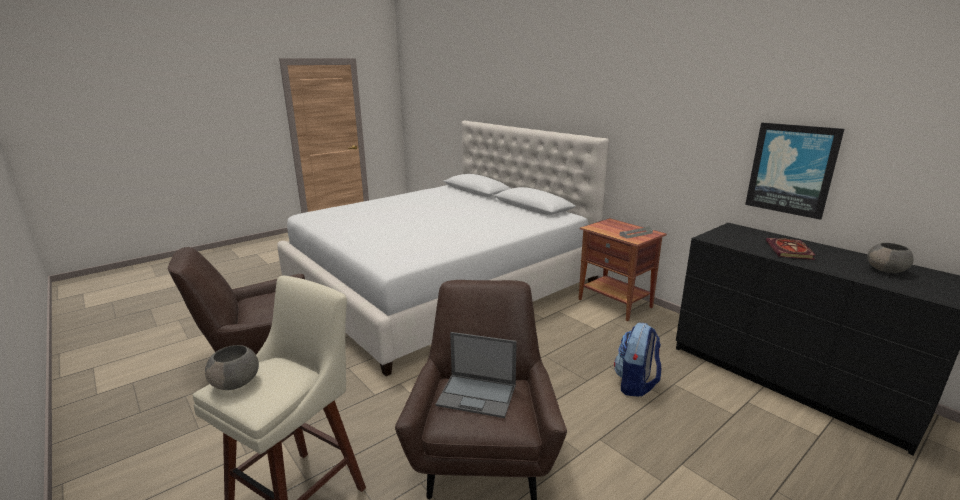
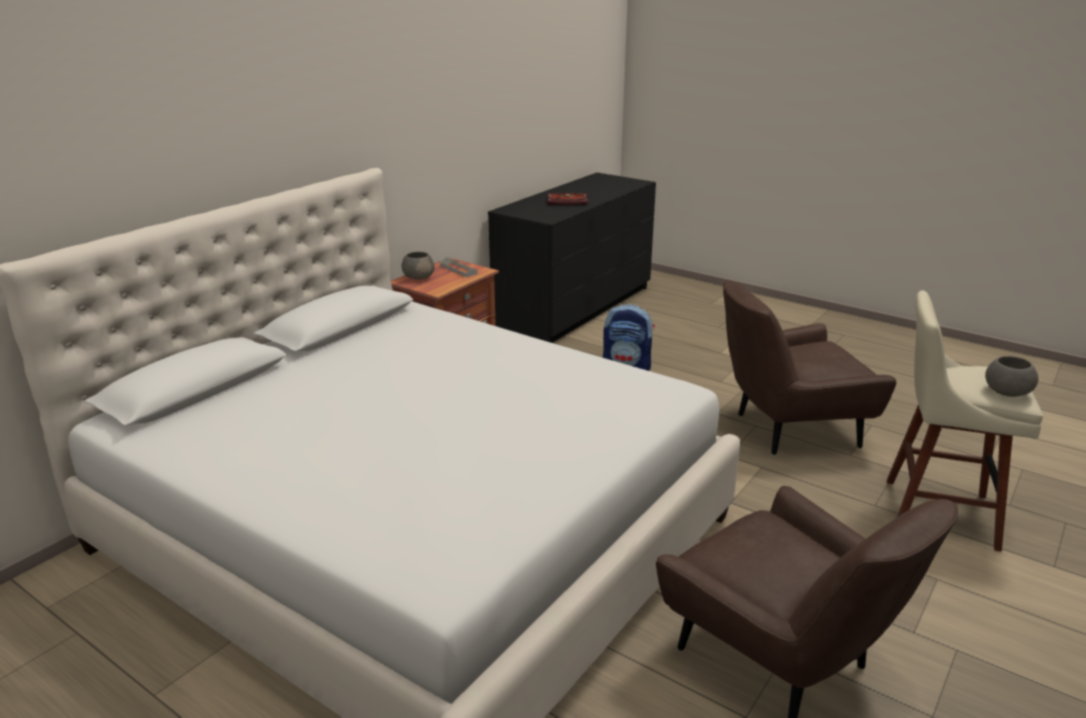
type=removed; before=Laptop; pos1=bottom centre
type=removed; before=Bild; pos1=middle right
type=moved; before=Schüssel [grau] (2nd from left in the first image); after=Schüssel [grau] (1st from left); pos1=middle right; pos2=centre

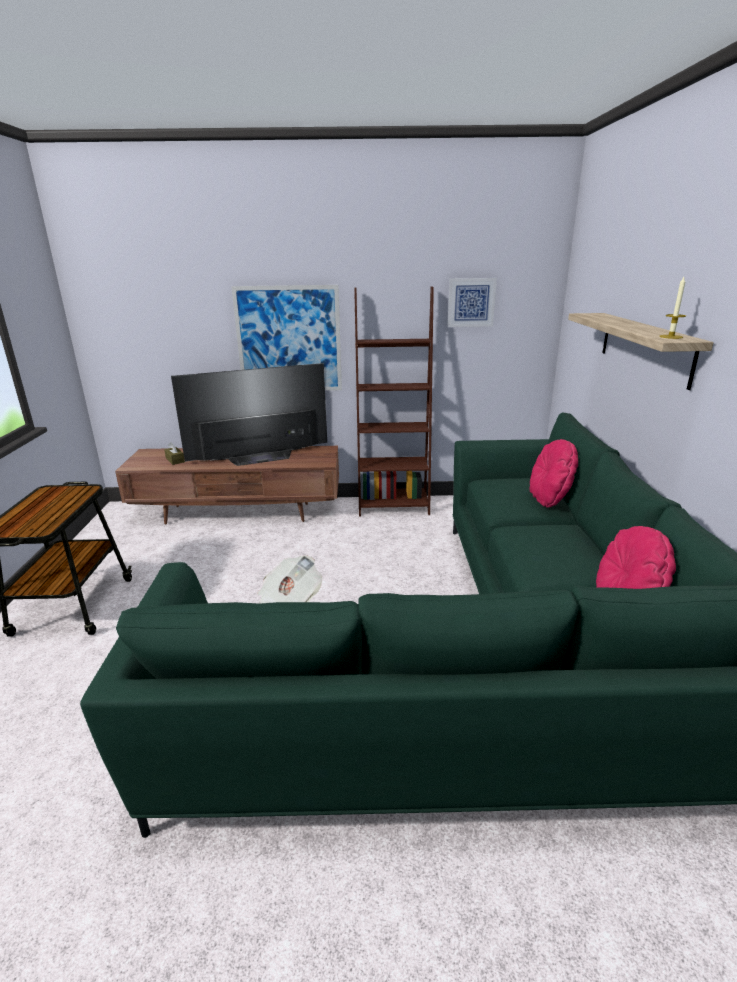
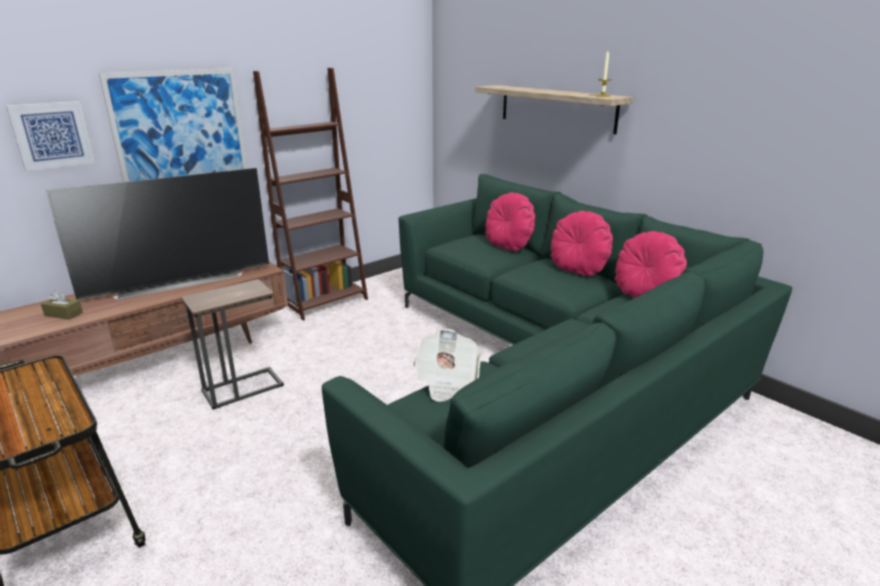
type=turned; before=Fernseher; pos1=centre; pos2=middle left; turn=-150
type=moved; before=Bild (2nd from left in the first image); after=Bild (1st from left); pos1=top centre; pos2=top left
type=added; after=Beistelltisch [braun]; pos2=middle left
type=added; after=Kissen [rosa] (2nd from left); pos2=centre

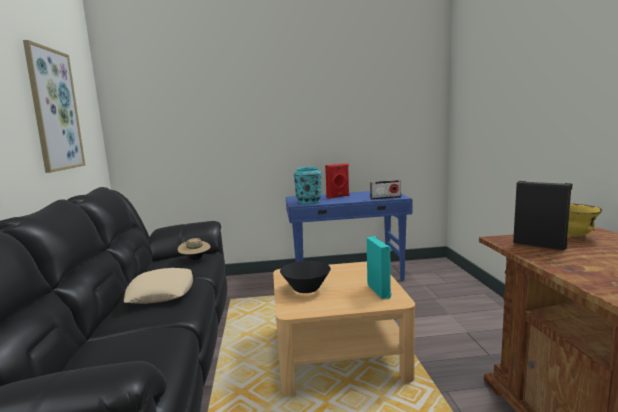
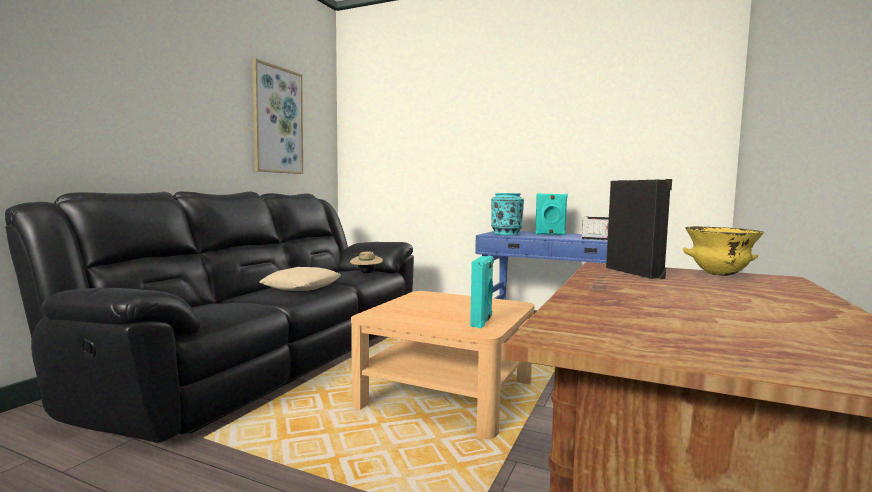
type=removed; before=Schüssel [schwarz]; pos1=bottom centre
type=recoloured; before=Lautsprecher [rot]; after=Lautsprecher [türkis] (2nd from left); pos1=centre; pos2=centre

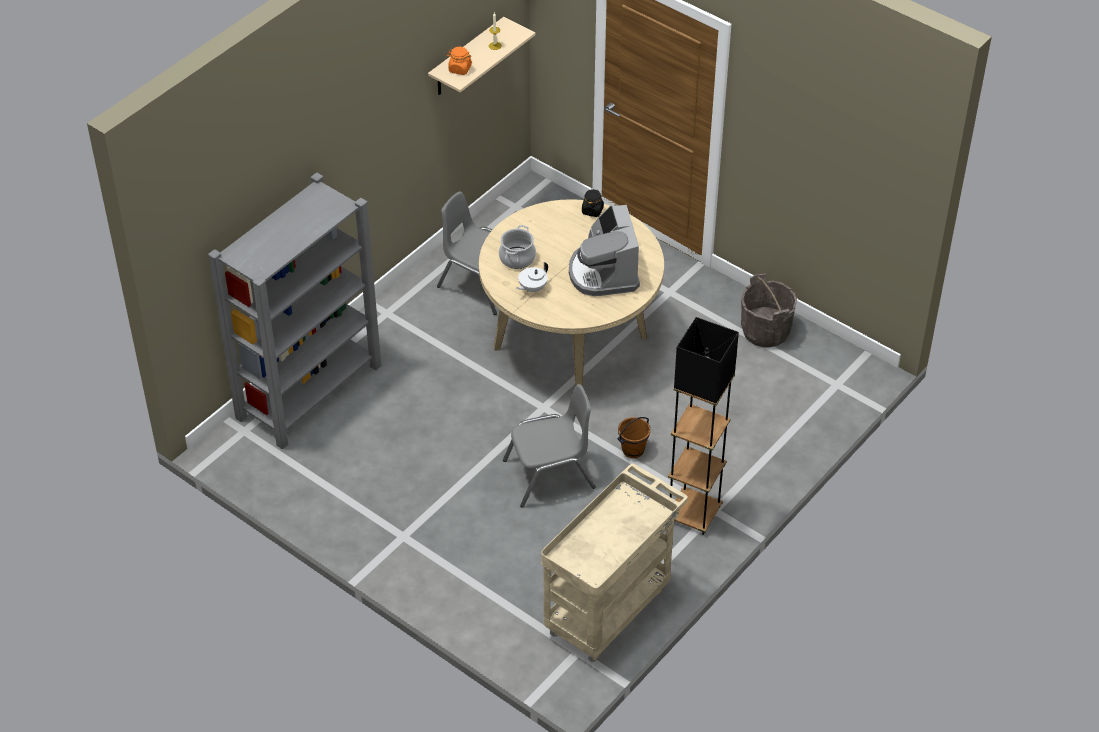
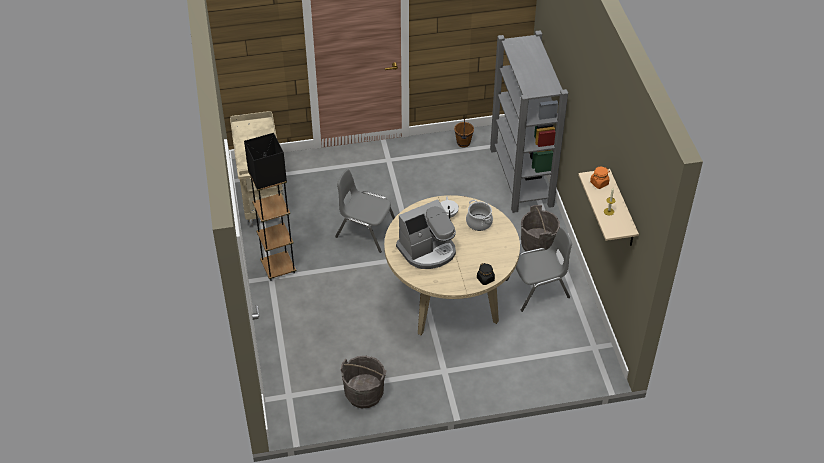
type=turned; before=Stuhl [grau] (2nd from left in the first image); pos1=centre; pos2=centre; turn=90
type=turned; before=Kaffeemaschine; pos1=centre; pos2=centre; turn=120
type=moved; before=Eimer [braun]; pos1=centre; pos2=top centre
type=added; after=Eimer [grau] (2nd from left); pos2=centre

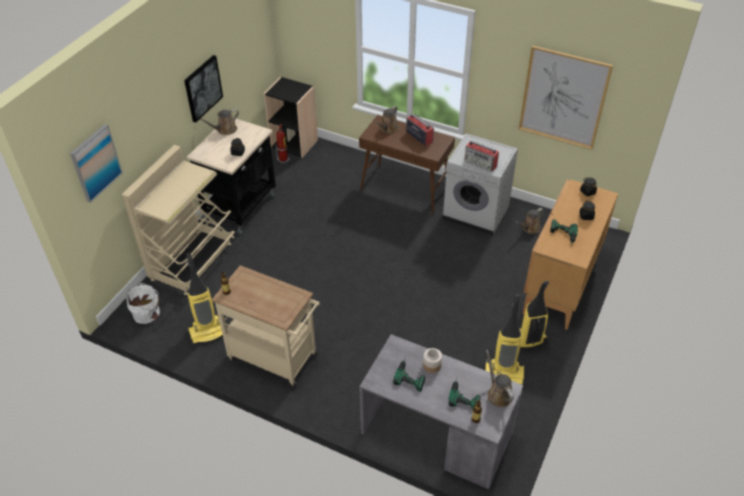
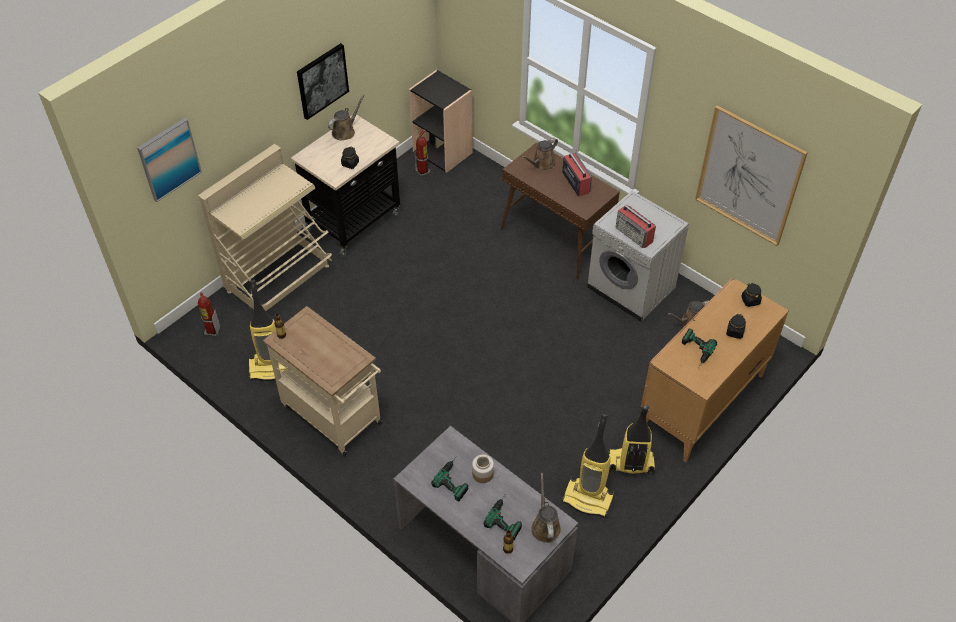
type=replaced; before=Eimer [weiß]; after=Feuerlöscher (1st from left); pos1=middle left; pos2=middle left
type=turned; before=Gießkanne [braun] (1st from left); pos1=top left; pos2=top centre; turn=150

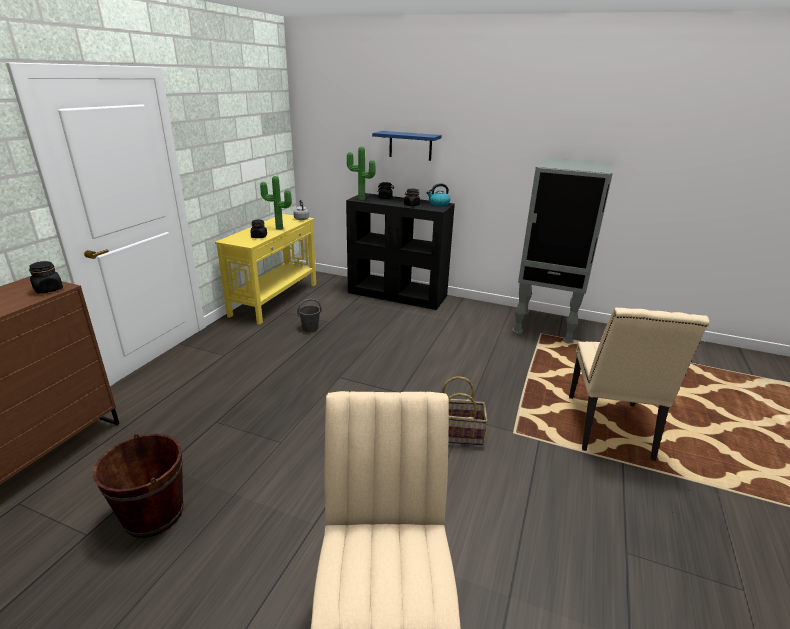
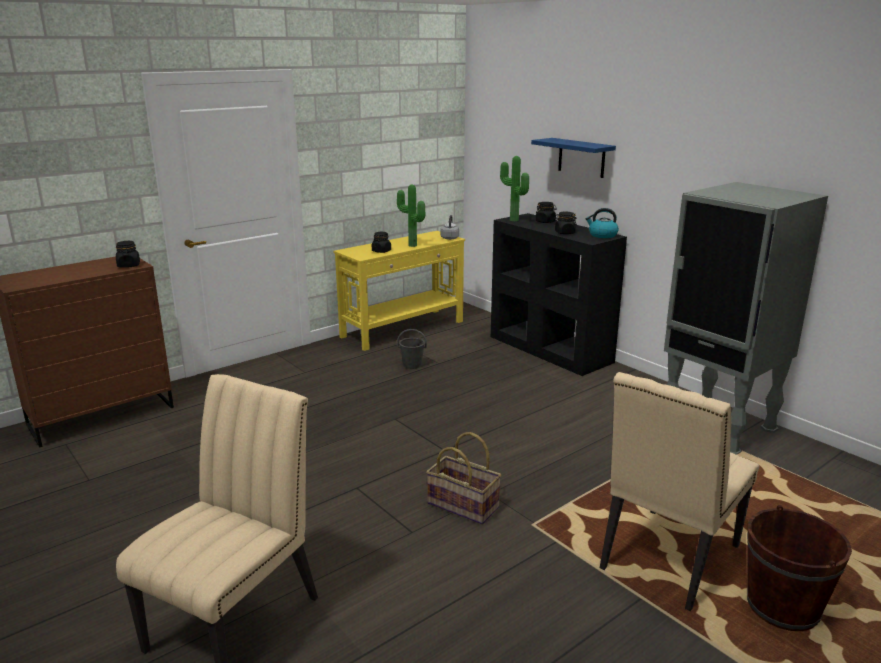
type=moved; before=Eimer [braun]; pos1=bottom left; pos2=bottom right

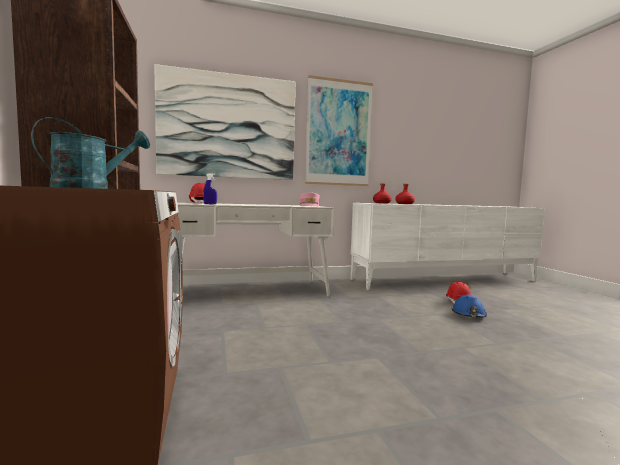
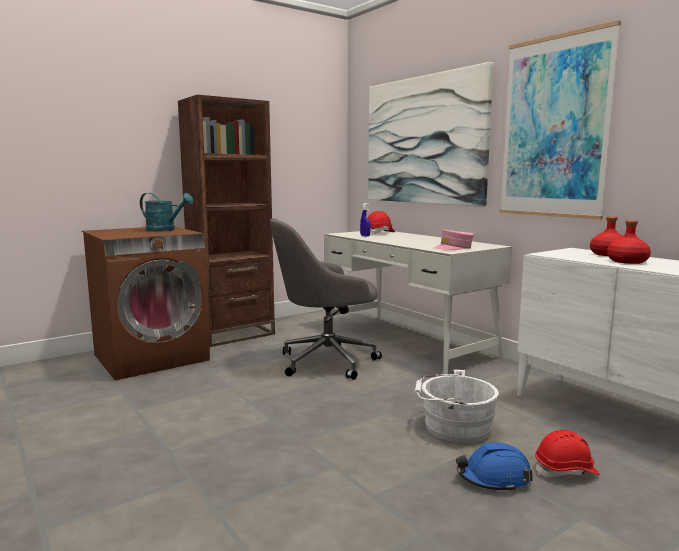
type=added; after=Bürostuhl [grau]; pos2=centre
type=added; after=Eimer [weiß]; pos2=bottom right

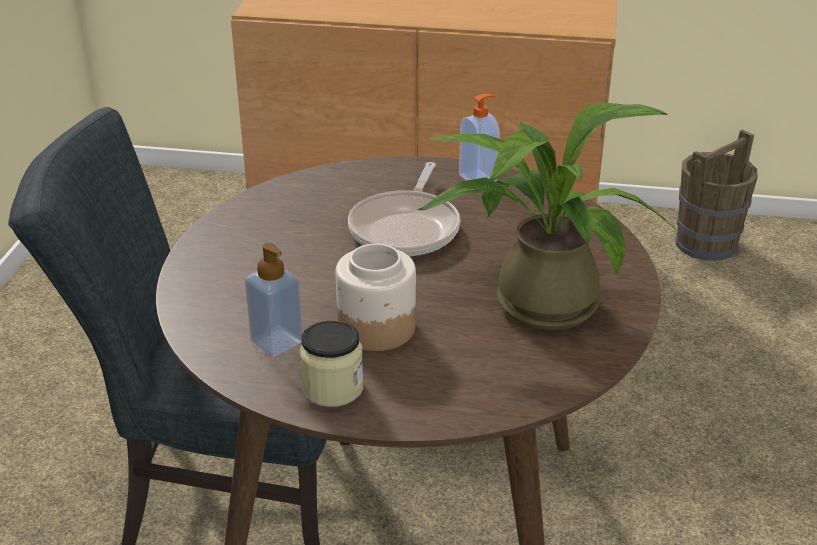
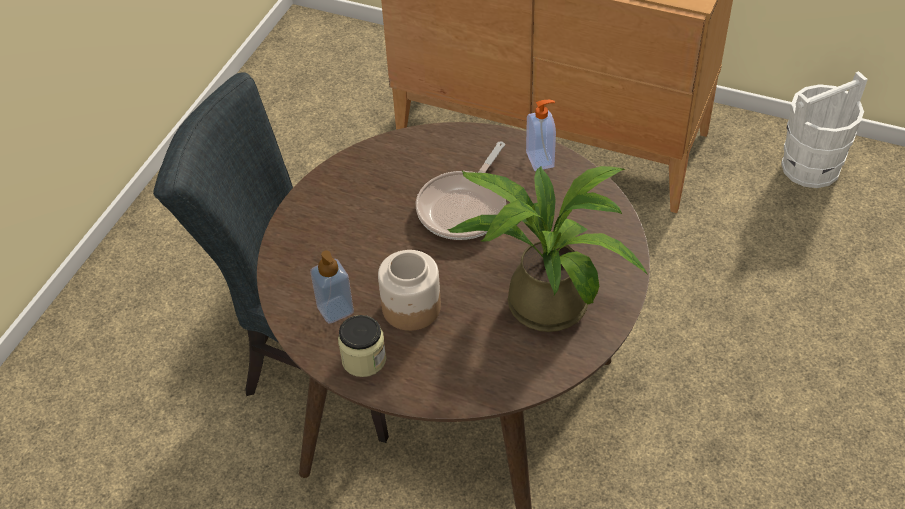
type=recoloured; before=Eimer [braun]; after=Eimer [weiß]; pos1=middle right; pos2=top right

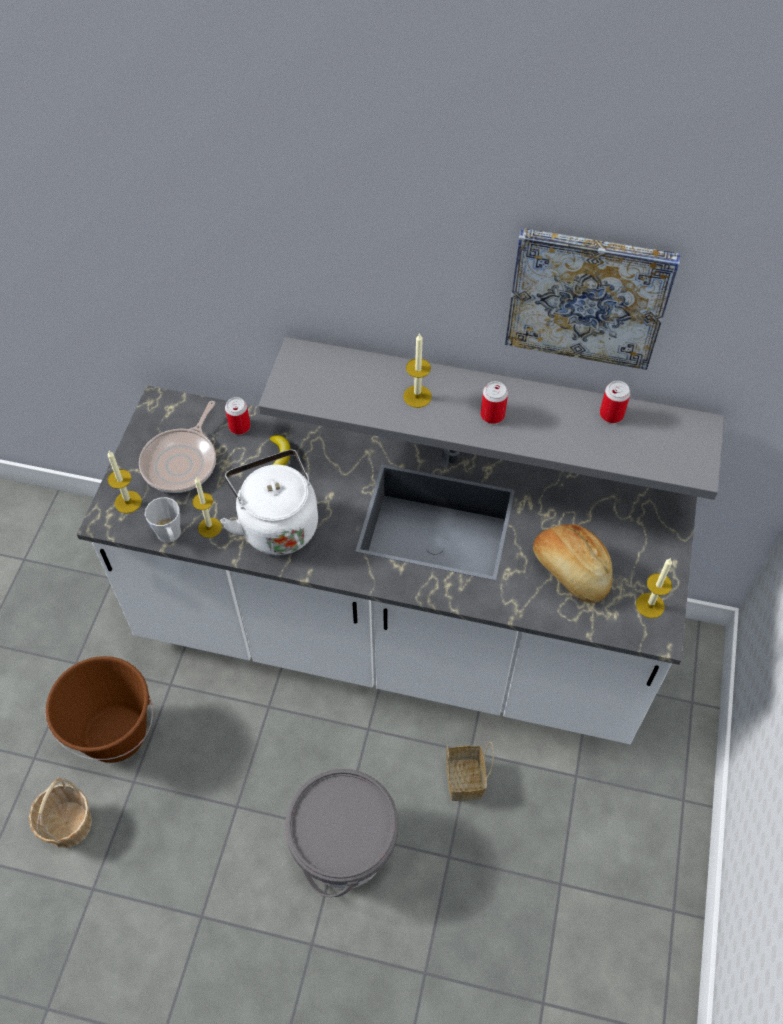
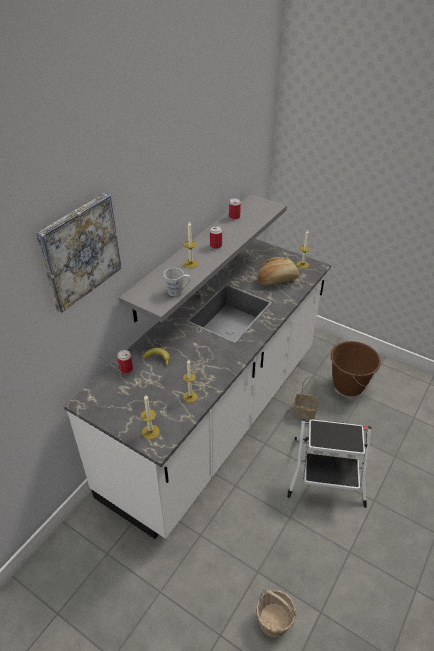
type=moved; before=Eimer [braun]; pos1=bottom left; pos2=middle right
type=removed; before=Pfanne; pos1=middle left
type=moved; before=Henkelbecher [grau]; pos1=middle left; pos2=centre
type=removed; before=Wasserkessel [weiß]; pos1=centre
type=replaced; before=Eimer [grau]; after=Trittleiter; pos1=bottom centre; pos2=bottom right
type=moved; before=Bild; pos1=top right; pos2=middle left

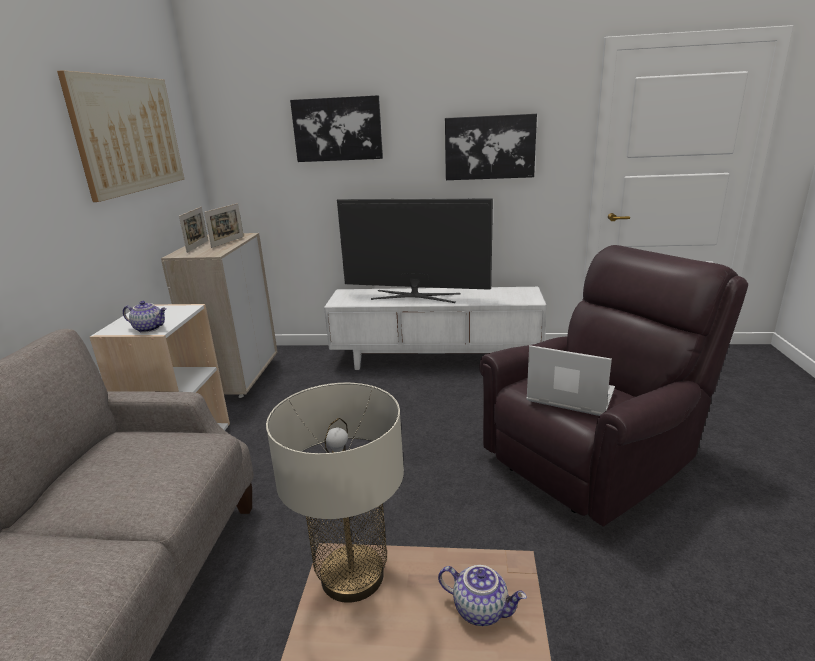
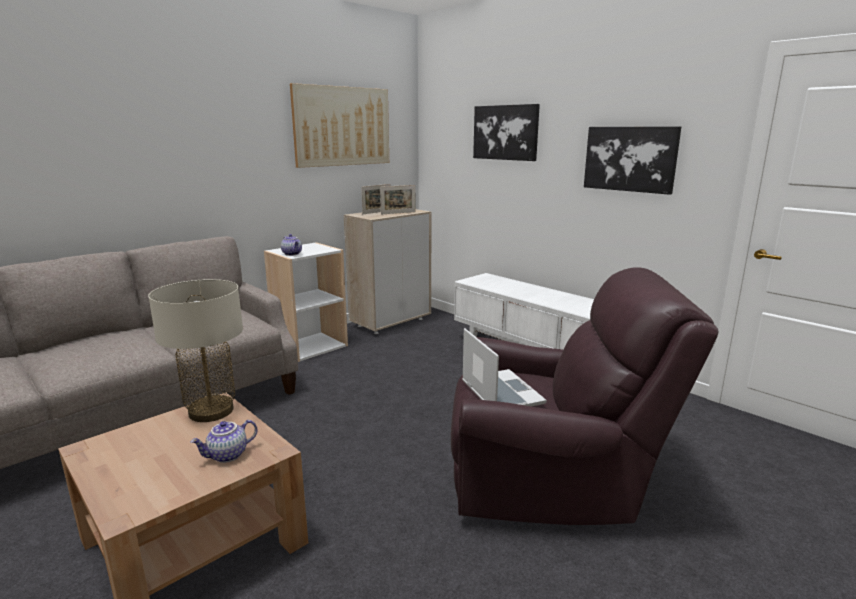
type=removed; before=Fernseher; pos1=centre
type=turned; before=Teekanne (2nd from left in the first image); pos1=bottom centre; pos2=bottom left; turn=75

